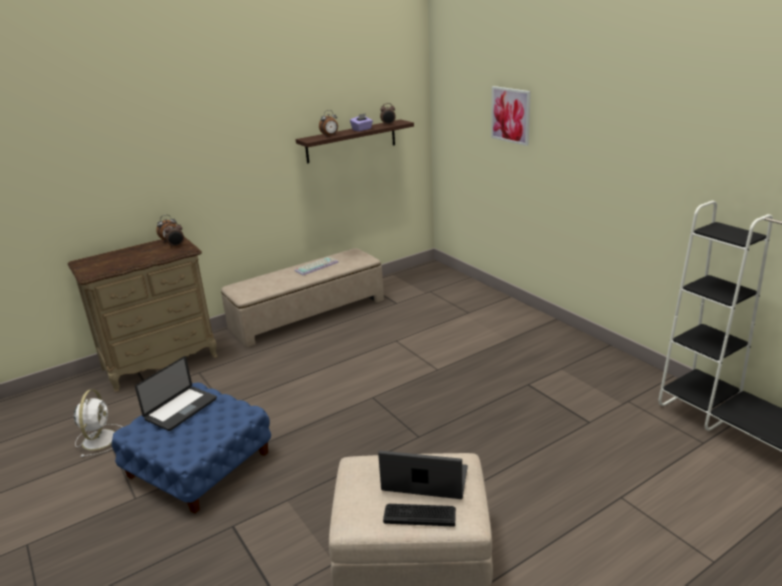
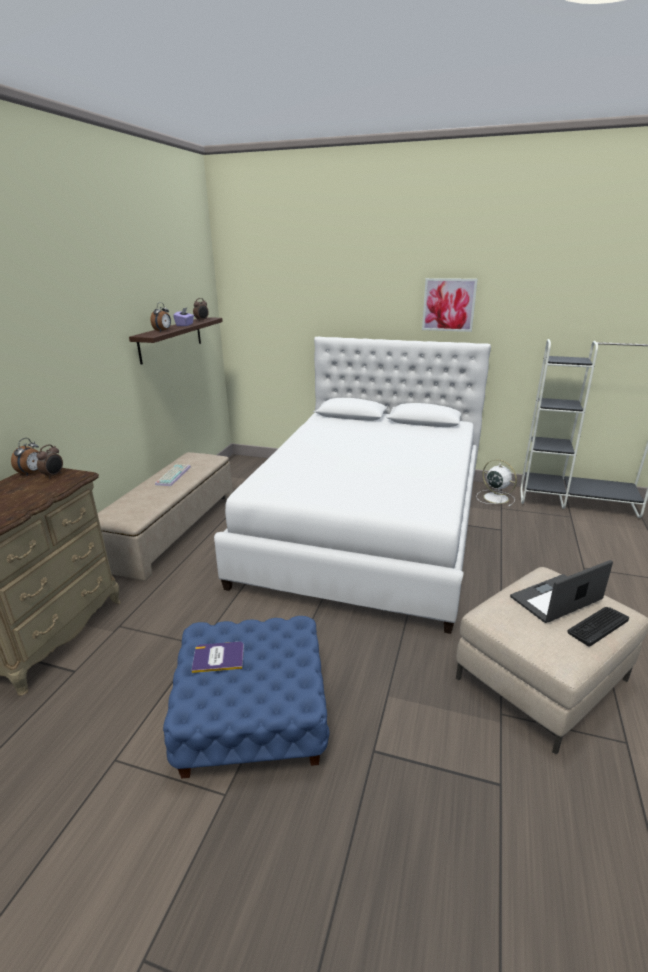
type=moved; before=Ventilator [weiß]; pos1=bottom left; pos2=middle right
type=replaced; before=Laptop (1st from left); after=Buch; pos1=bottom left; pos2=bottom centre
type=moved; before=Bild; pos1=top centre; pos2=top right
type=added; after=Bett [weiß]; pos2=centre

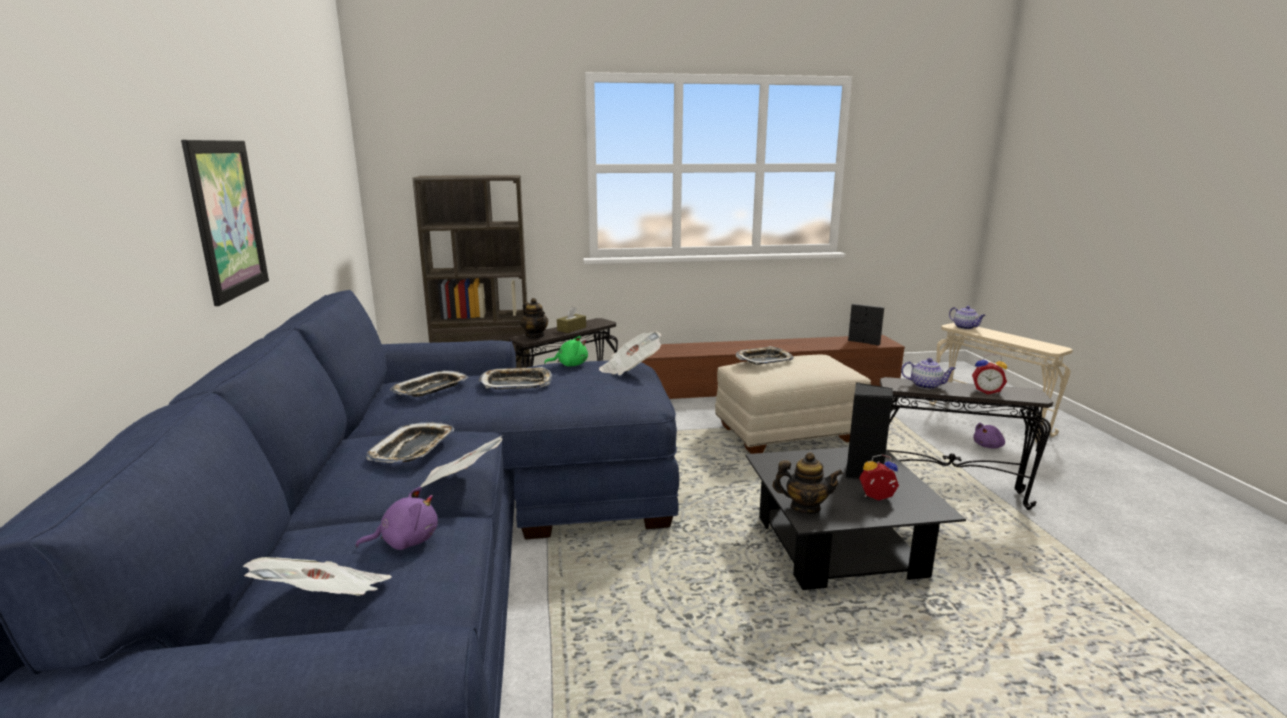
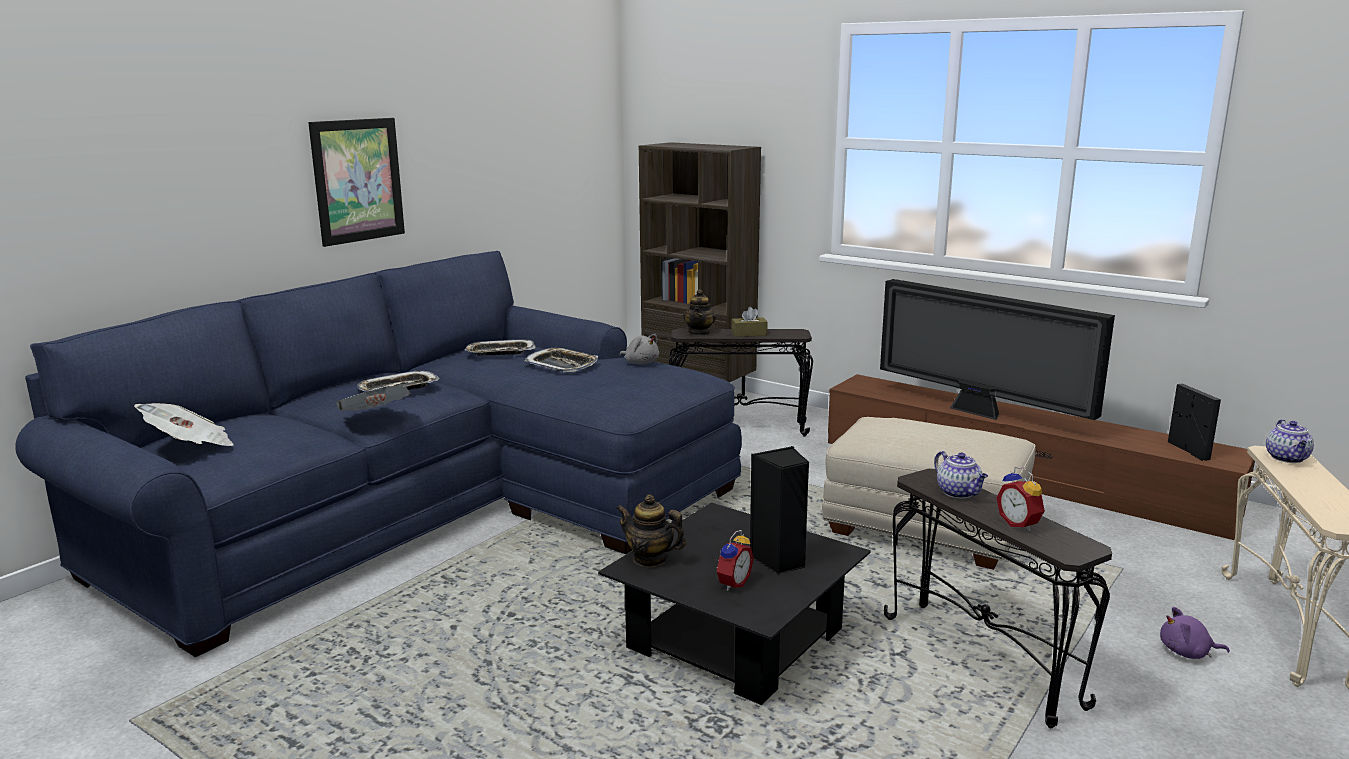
type=removed; before=Plüschtier [lila] (1st from left); pos1=bottom left
type=recoloured; before=Plüschtier [grün]; after=Plüschtier [grau]; pos1=centre; pos2=centre
type=removed; before=Zeitung (3rd from left); pos1=centre
type=removed; before=Tablett (4th from left); pos1=centre
type=turned; before=Teekanne (2nd from left in the first image); pos1=bottom centre; pos2=bottom centre; turn=150
type=turned; before=Wecker (1st from left); pos1=middle right; pos2=bottom centre; turn=75
type=added; after=Fernseher; pos2=middle right

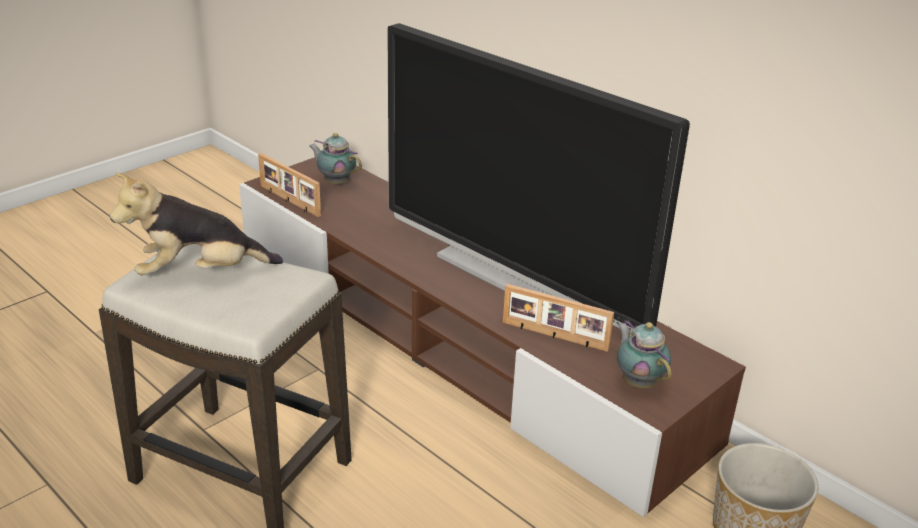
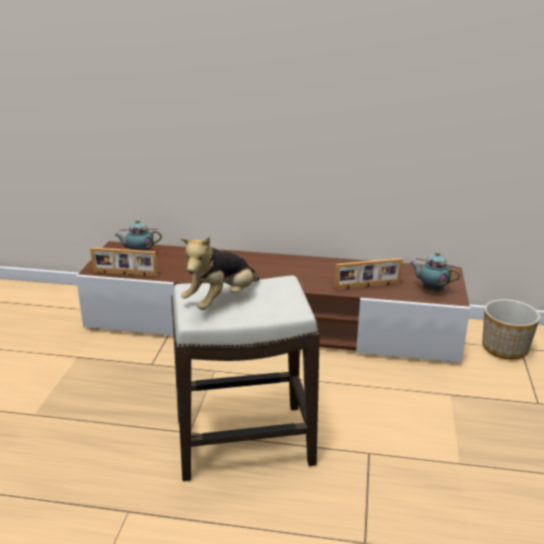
type=removed; before=Fernseher; pos1=centre

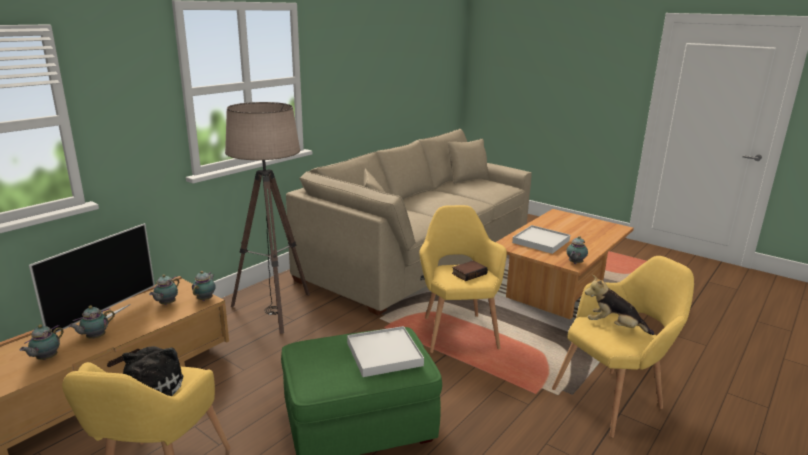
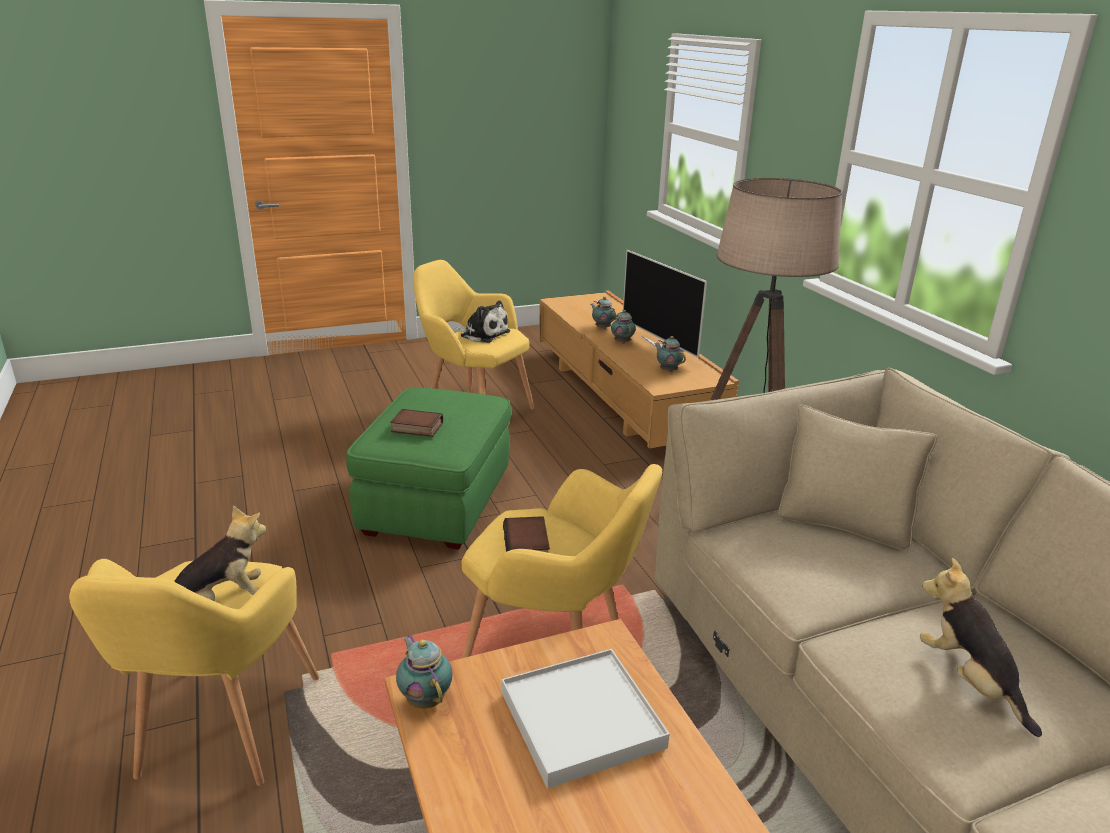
type=removed; before=Teekanne (4th from left); pos1=middle left
type=replaced; before=Tablett [weiß] (1st from left); after=Buch (1st from left); pos1=bottom centre; pos2=centre
type=added; after=Plüschtier (3rd from left); pos2=bottom right

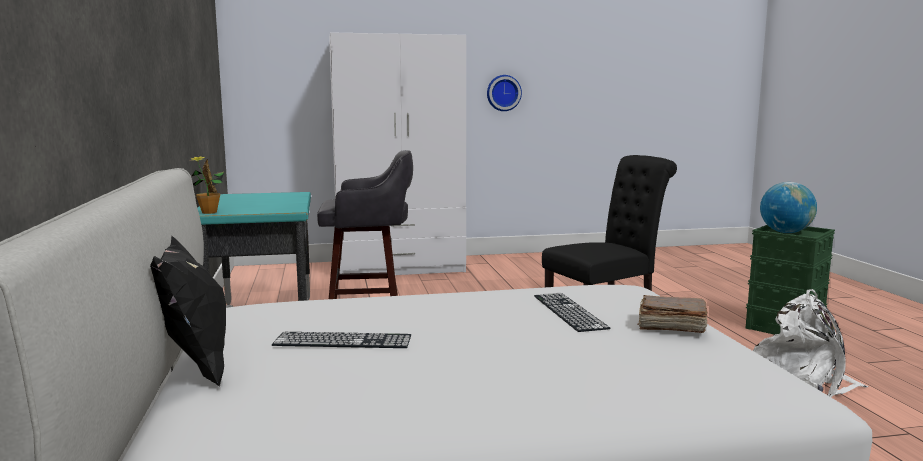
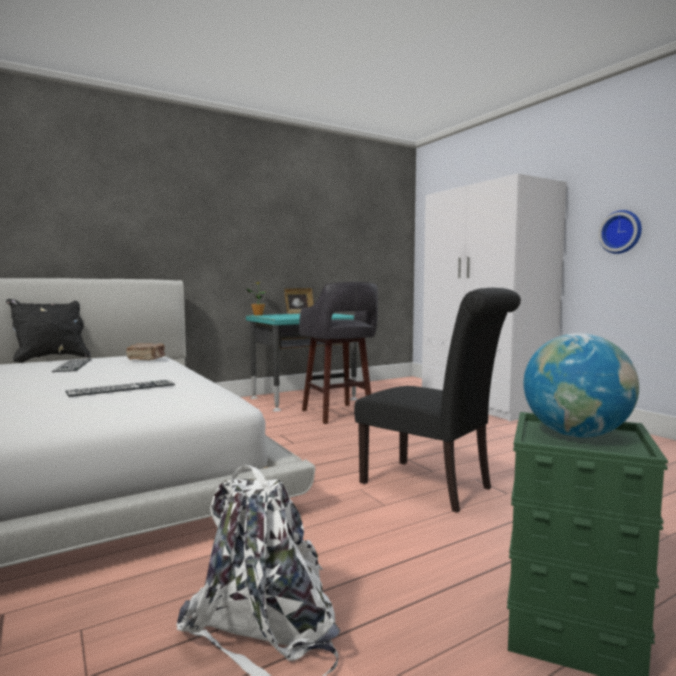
type=moved; before=Buch [braun]; pos1=bottom right; pos2=middle left

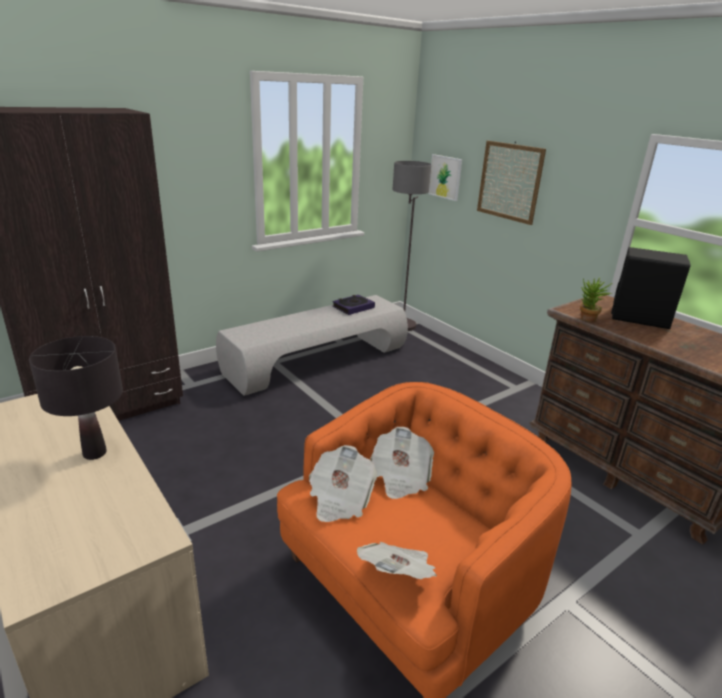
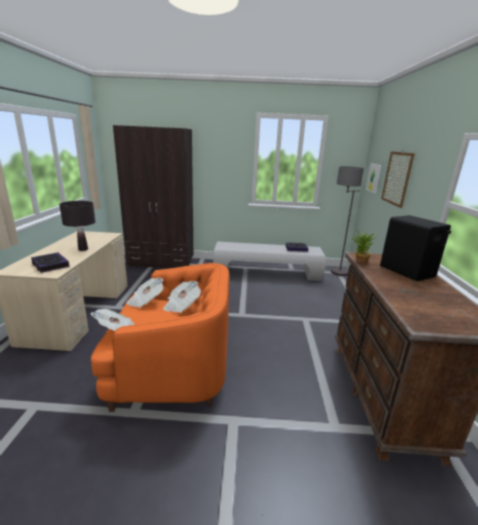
type=added; after=Buch (1st from left); pos2=middle left

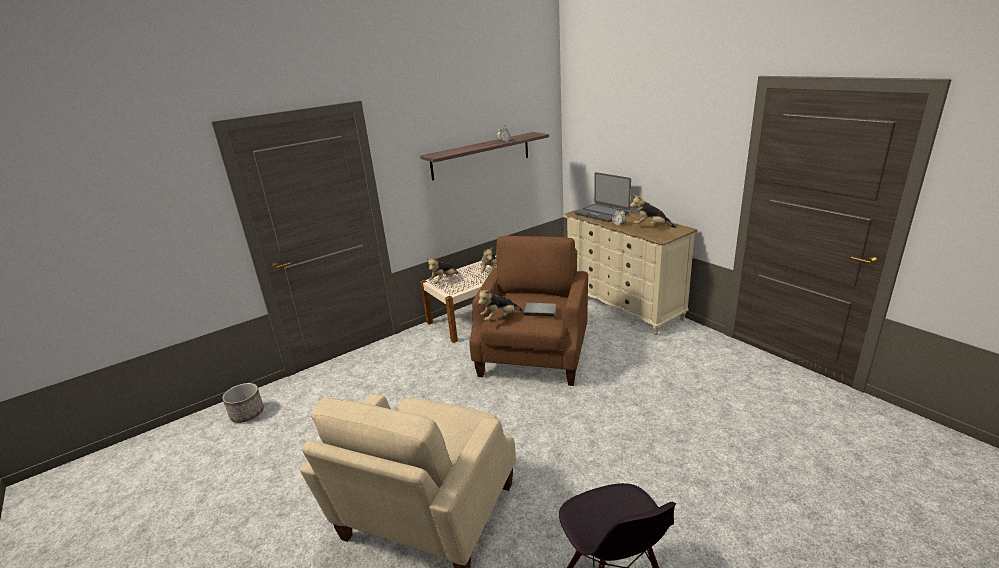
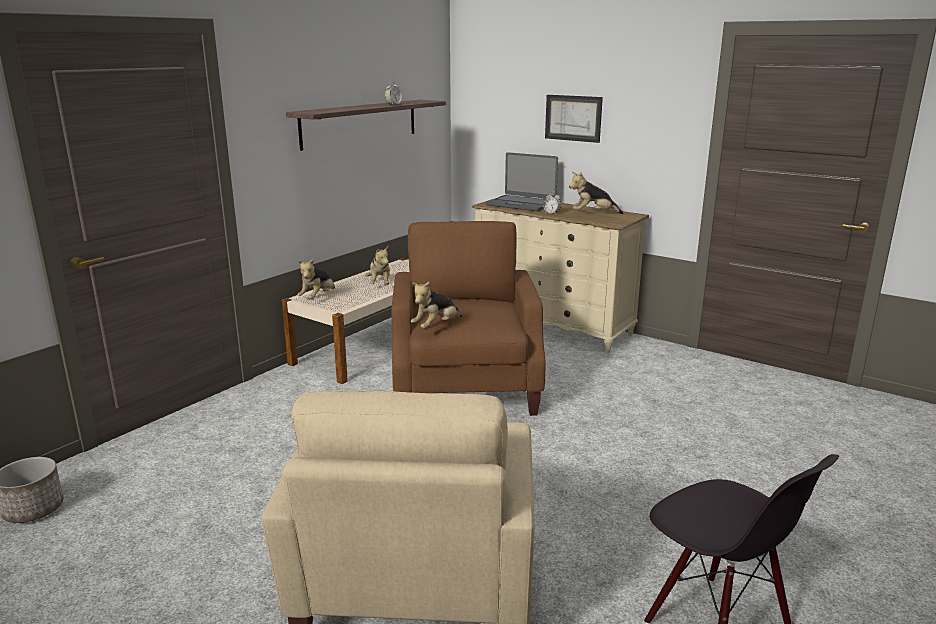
type=removed; before=Buch [grau]; pos1=centre
type=added; after=Bild; pos2=top centre

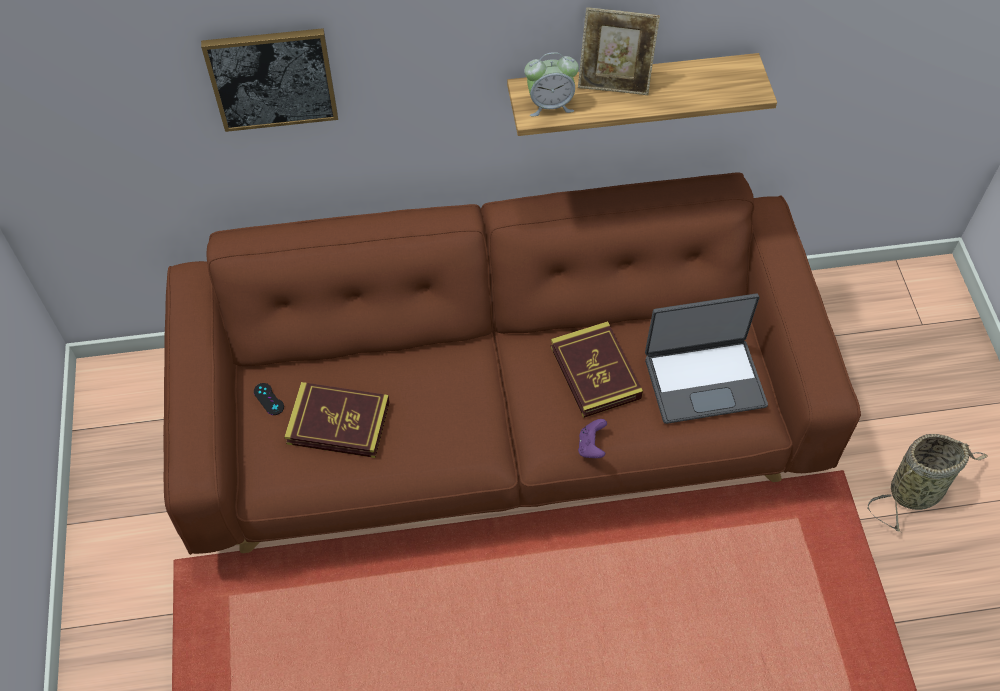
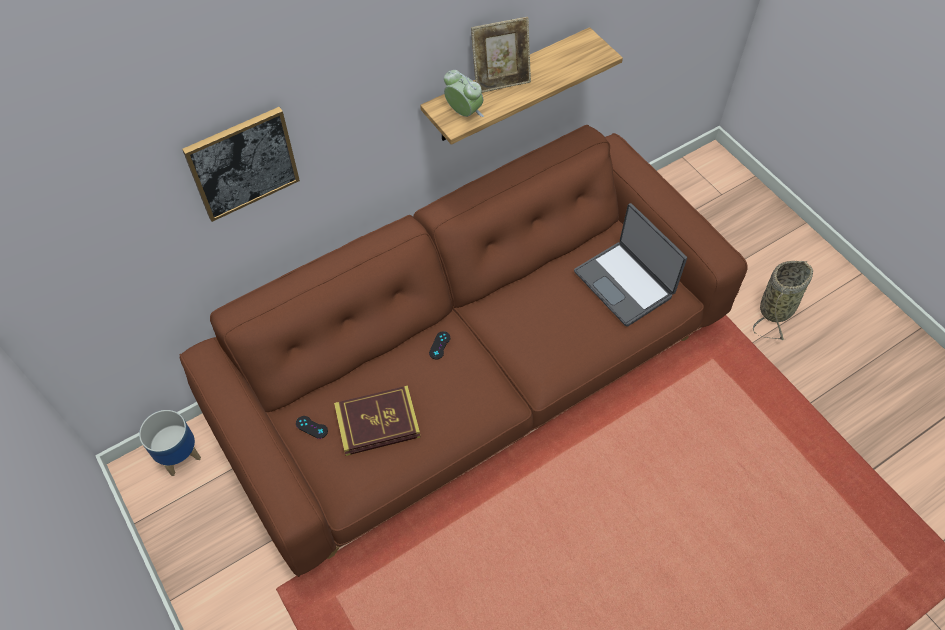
type=turned; before=Wecker; pos1=top centre; pos2=top centre; turn=-105
type=removed; before=Buch (2nd from left); pos1=centre
type=removed; before=Gamepad [lila]; pos1=centre
type=turned; before=Laptop; pos1=middle right; pos2=middle right; turn=90
type=added; after=Pflanzkübel; pos2=bottom left
type=added; after=Gamepad [schwarz] (2nd from left); pos2=centre

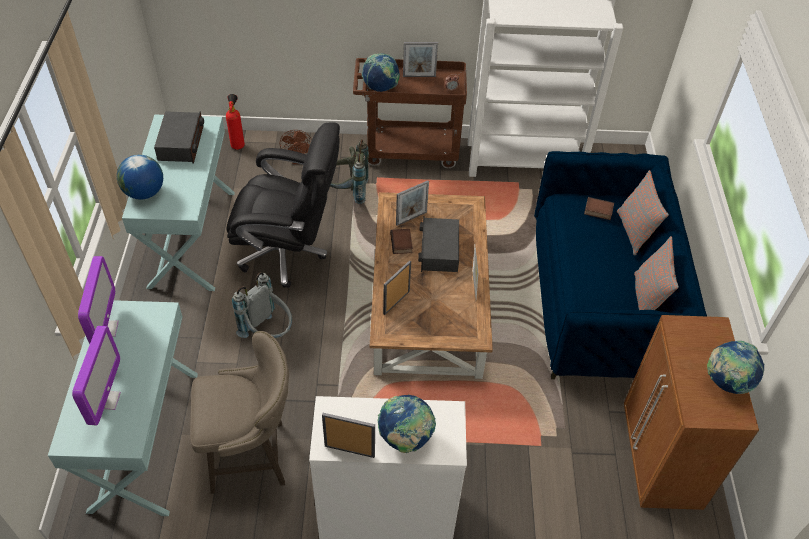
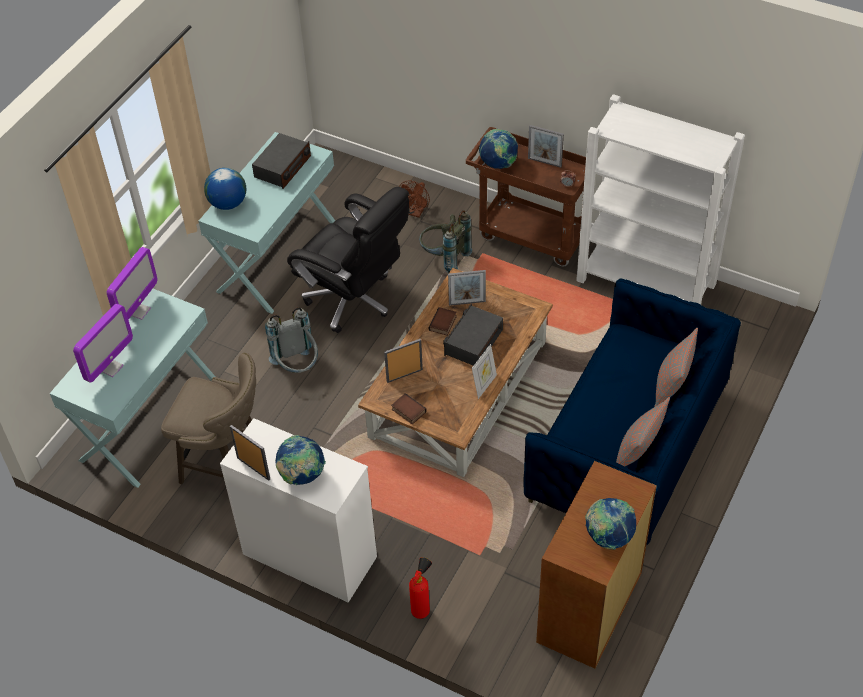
type=moved; before=Feuerlöscher; pos1=top left; pos2=bottom centre
type=moved; before=Buch (2nd from left in the first image); after=Buch (1st from left); pos1=middle right; pos2=centre

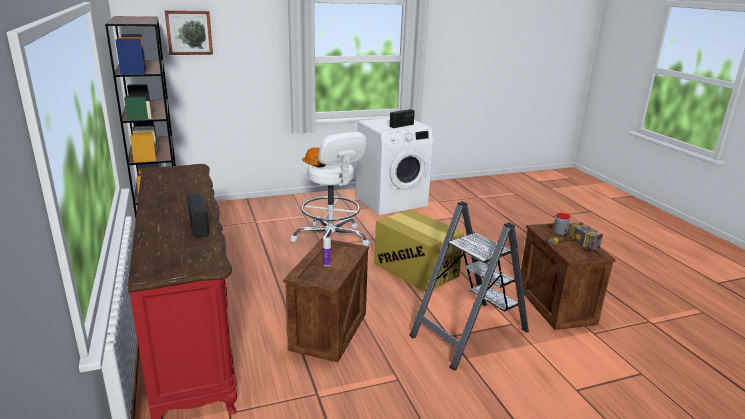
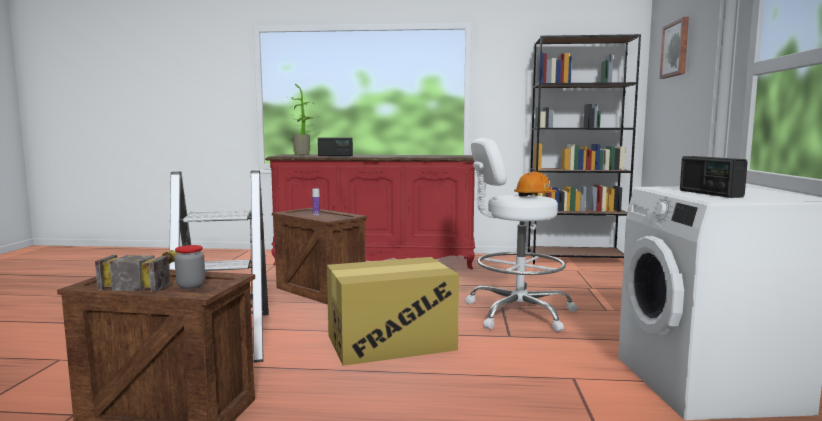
type=added; after=Topfpflanze; pos2=top centre

